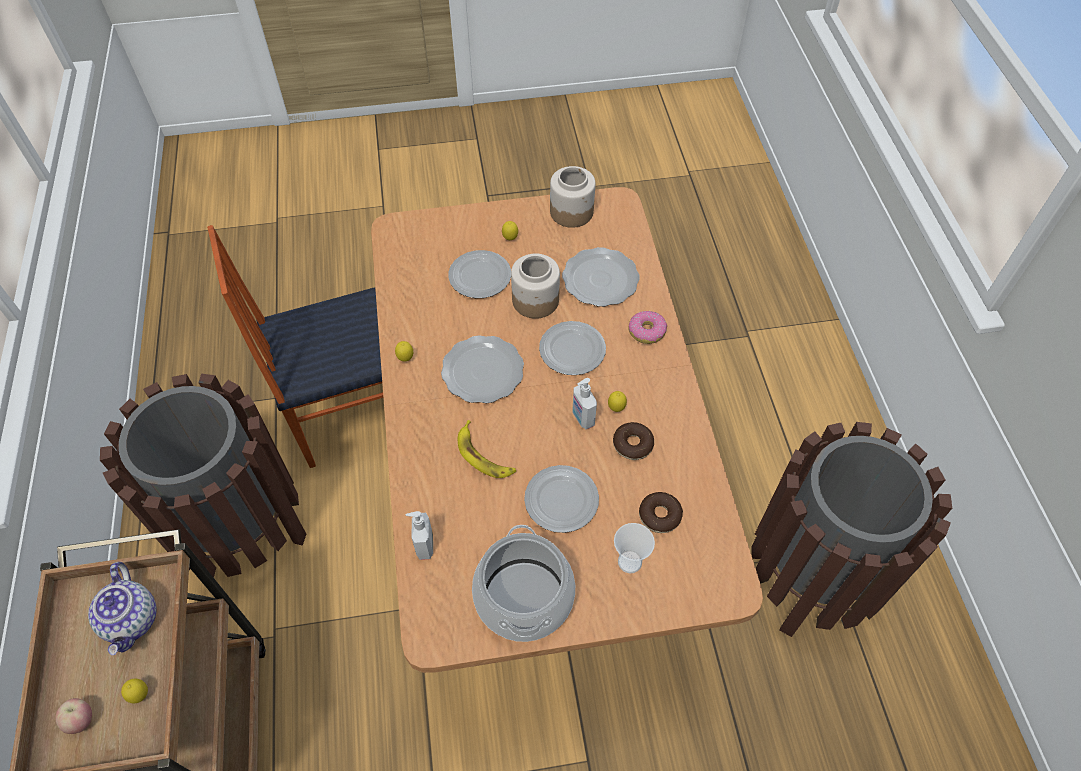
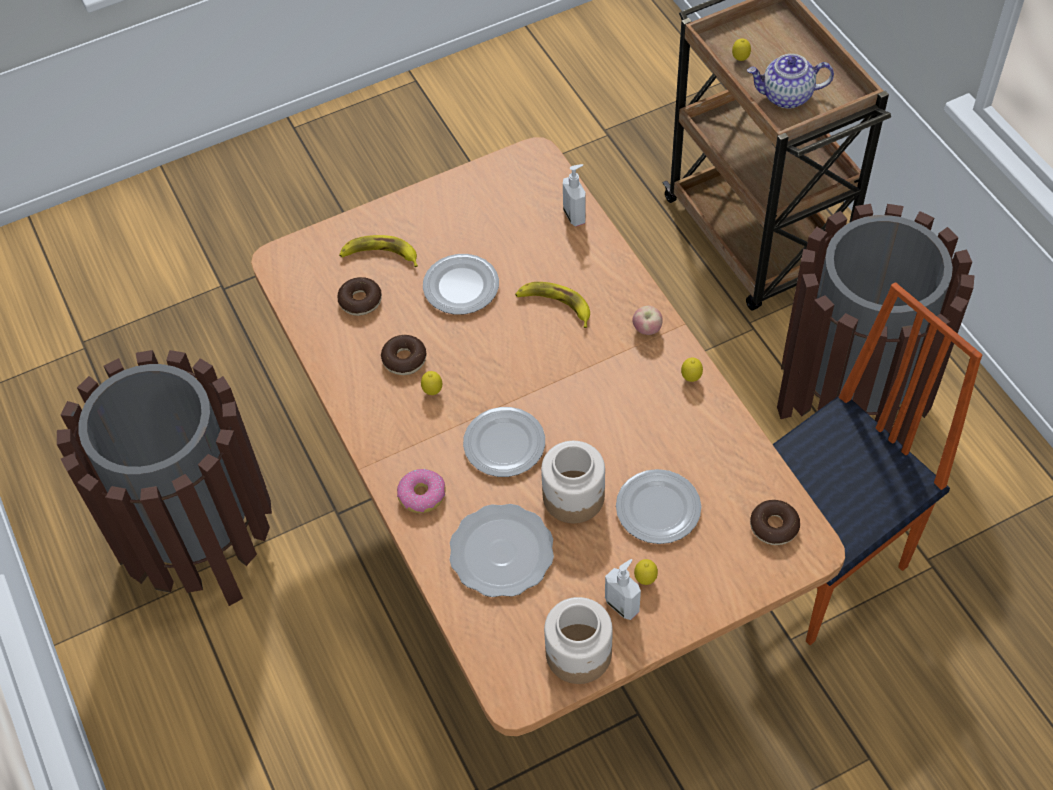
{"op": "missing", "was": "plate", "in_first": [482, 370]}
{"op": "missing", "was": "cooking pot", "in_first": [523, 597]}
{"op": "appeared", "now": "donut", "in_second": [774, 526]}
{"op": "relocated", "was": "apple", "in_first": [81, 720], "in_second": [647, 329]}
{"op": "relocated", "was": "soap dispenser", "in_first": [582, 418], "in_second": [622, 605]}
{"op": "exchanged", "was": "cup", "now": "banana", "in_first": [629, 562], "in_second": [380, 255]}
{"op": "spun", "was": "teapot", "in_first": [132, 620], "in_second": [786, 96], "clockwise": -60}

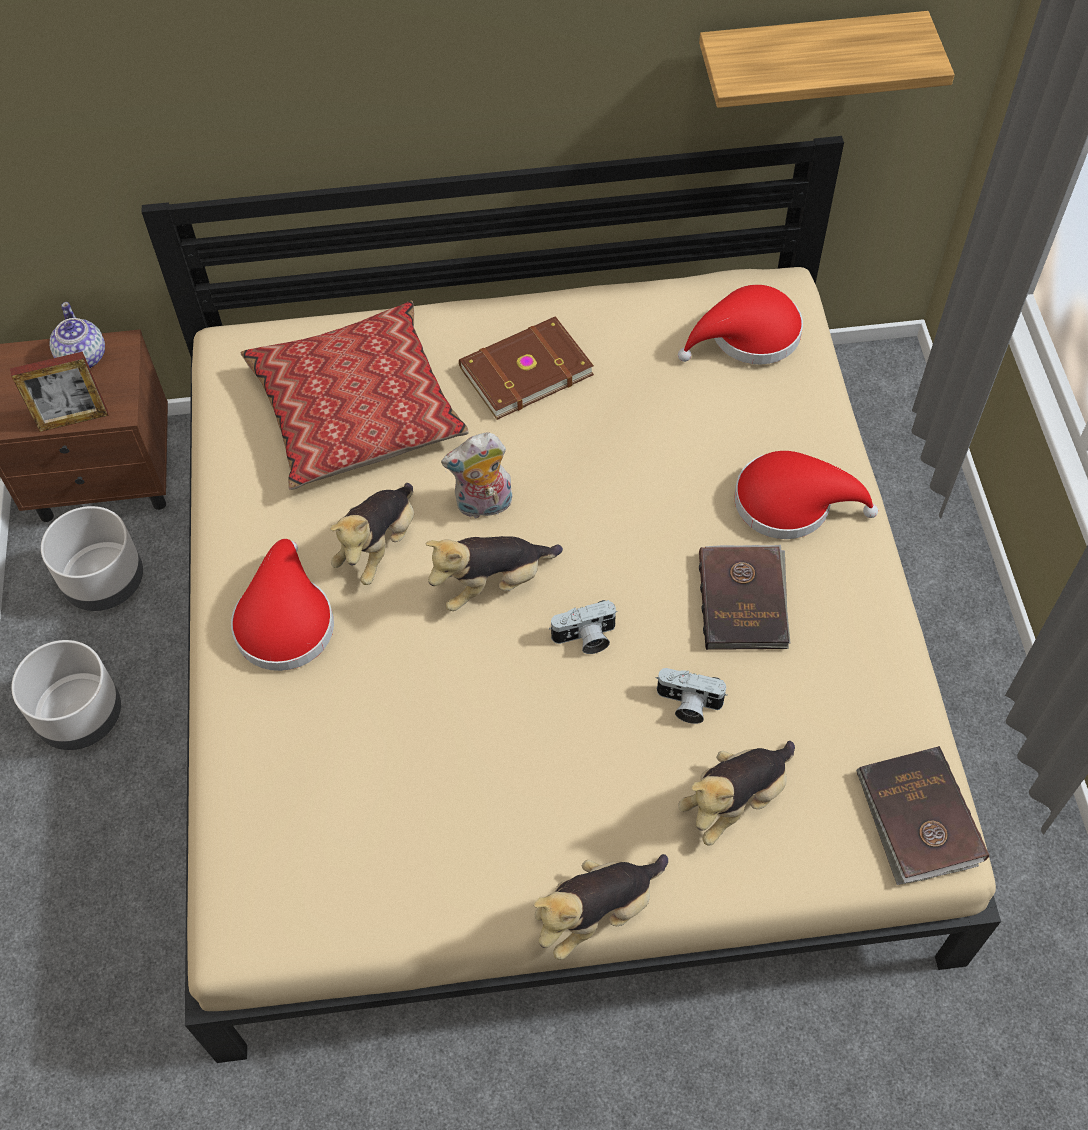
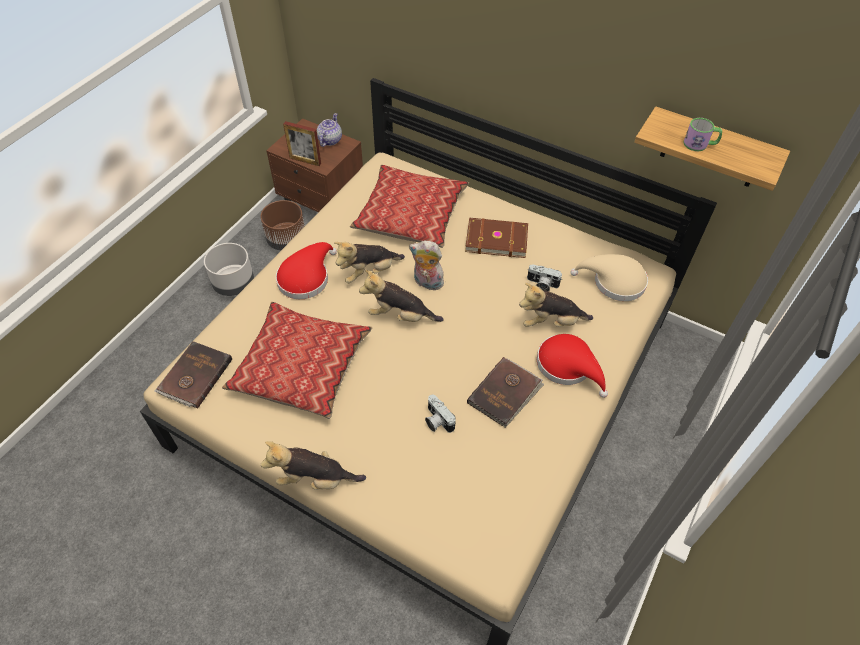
{"op": "appeared", "now": "pillow", "in_second": [302, 366]}
{"op": "appeared", "now": "mug", "in_second": [700, 144]}
{"op": "relocated", "was": "photo camera", "in_first": [585, 638], "in_second": [541, 285]}
{"op": "relocated", "was": "plush toy", "in_first": [735, 800], "in_second": [551, 322]}
{"op": "relocated", "was": "book/brown", "in_first": [918, 818], "in_second": [194, 376]}
{"op": "colour", "was": "planter/grey", "now": "planter/brown", "in_first": [104, 581], "in_second": [287, 240]}
{"op": "colour", "was": "hat/red", "now": "hat/beige", "in_first": [748, 336], "in_second": [614, 282]}

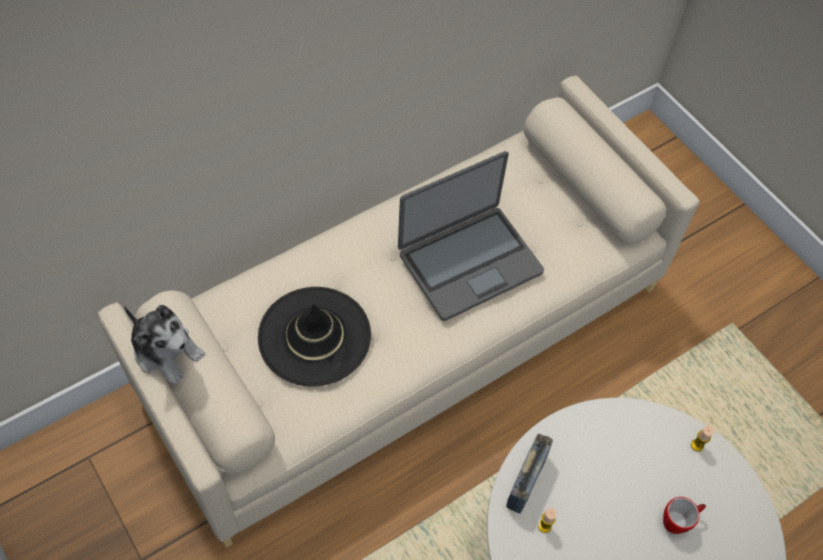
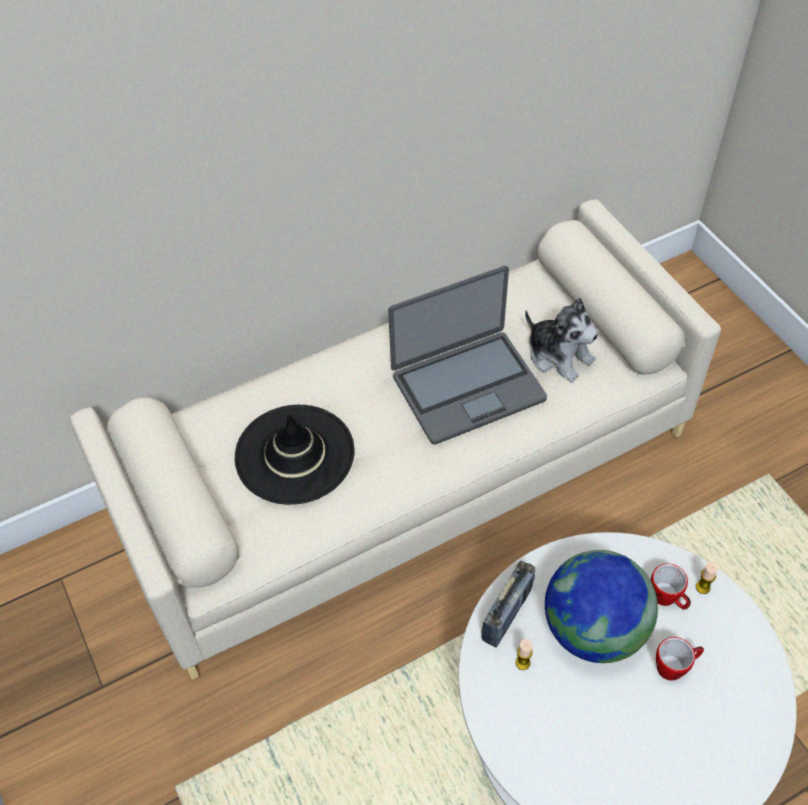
{"op": "appeared", "now": "globe", "in_second": [593, 629]}
{"op": "appeared", "now": "mug", "in_second": [668, 599]}
{"op": "relocated", "was": "plush toy", "in_first": [167, 351], "in_second": [559, 355]}

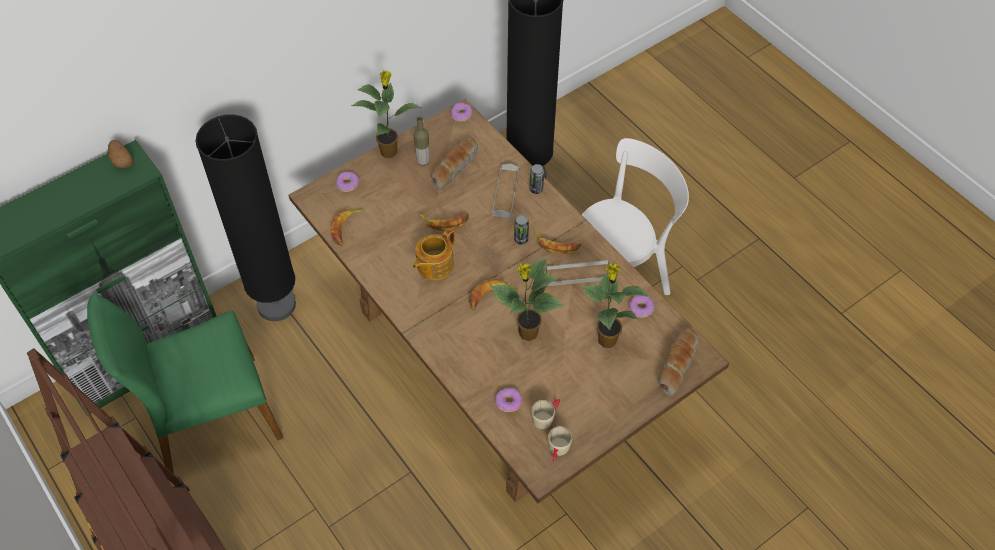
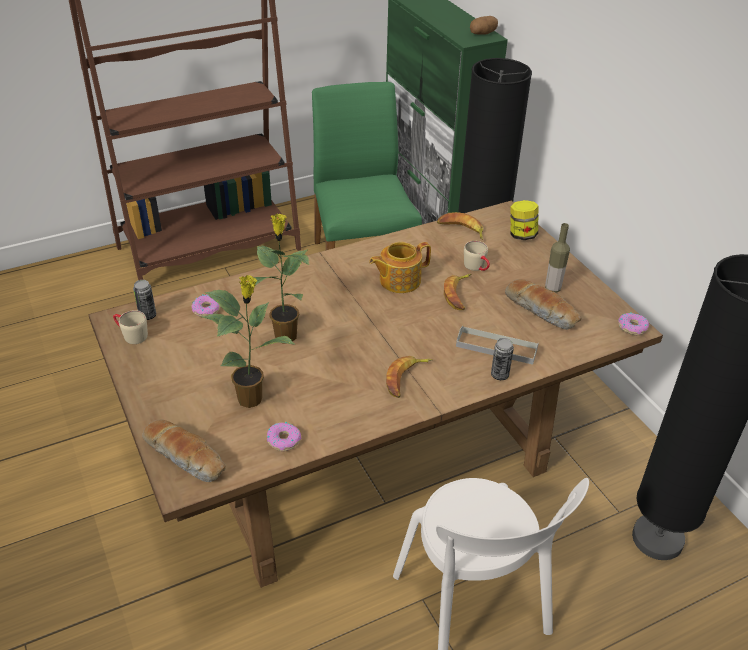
{"op": "missing", "was": "potted plant", "in_first": [389, 151]}
{"op": "missing", "was": "banana", "in_first": [490, 296]}
{"op": "missing", "was": "tray/grey", "in_first": [578, 274]}
{"op": "relocated", "was": "can", "in_first": [521, 239], "in_second": [147, 315]}
{"op": "relocated", "was": "mug/beige", "in_first": [546, 416], "in_second": [477, 267]}
{"op": "exchanged", "was": "donut", "now": "jar", "in_first": [347, 184], "in_second": [522, 235]}
{"op": "spun", "was": "teapot", "in_first": [434, 265], "in_second": [398, 280], "clockwise": -75}

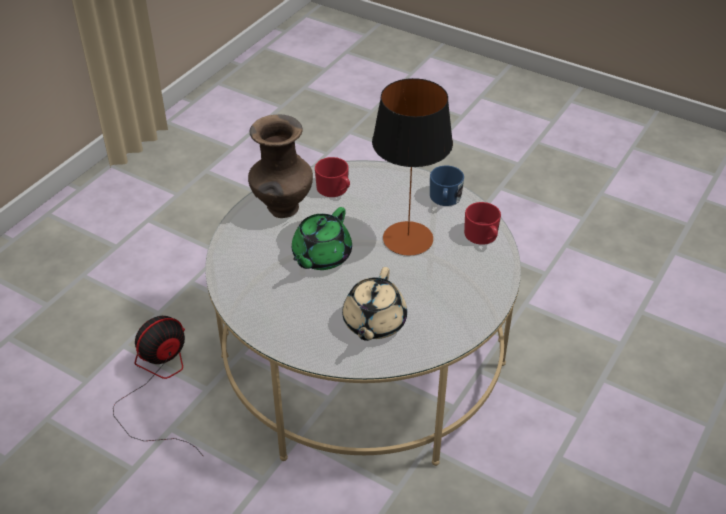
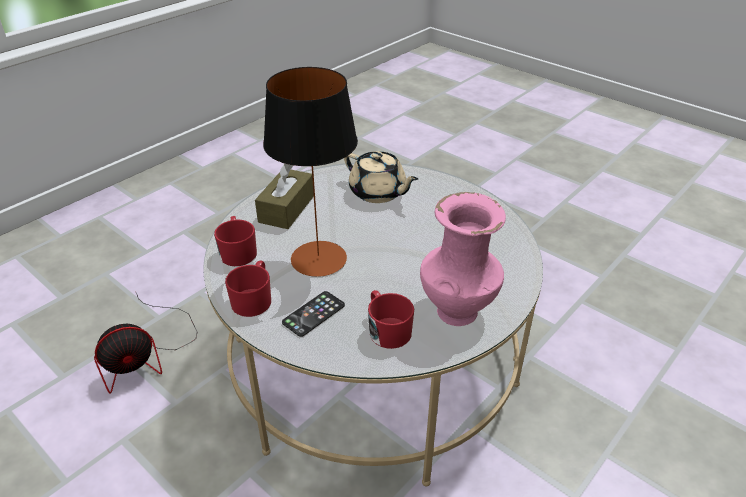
{"op": "missing", "was": "teapot/green", "in_first": [321, 256]}
{"op": "appeared", "now": "tissue box/brown", "in_second": [286, 209]}
{"op": "appeared", "now": "phone", "in_second": [313, 314]}
{"op": "relocated", "was": "fan", "in_first": [159, 385], "in_second": [147, 354]}
{"op": "colour", "was": "vase/brown", "now": "vase/pink", "in_first": [282, 209], "in_second": [457, 310]}
{"op": "colour", "was": "mug/blue", "now": "mug/red", "in_first": [445, 199], "in_second": [253, 299]}
{"op": "spun", "was": "teapot/beige", "in_first": [373, 323], "in_second": [378, 193], "clockwise": 105}

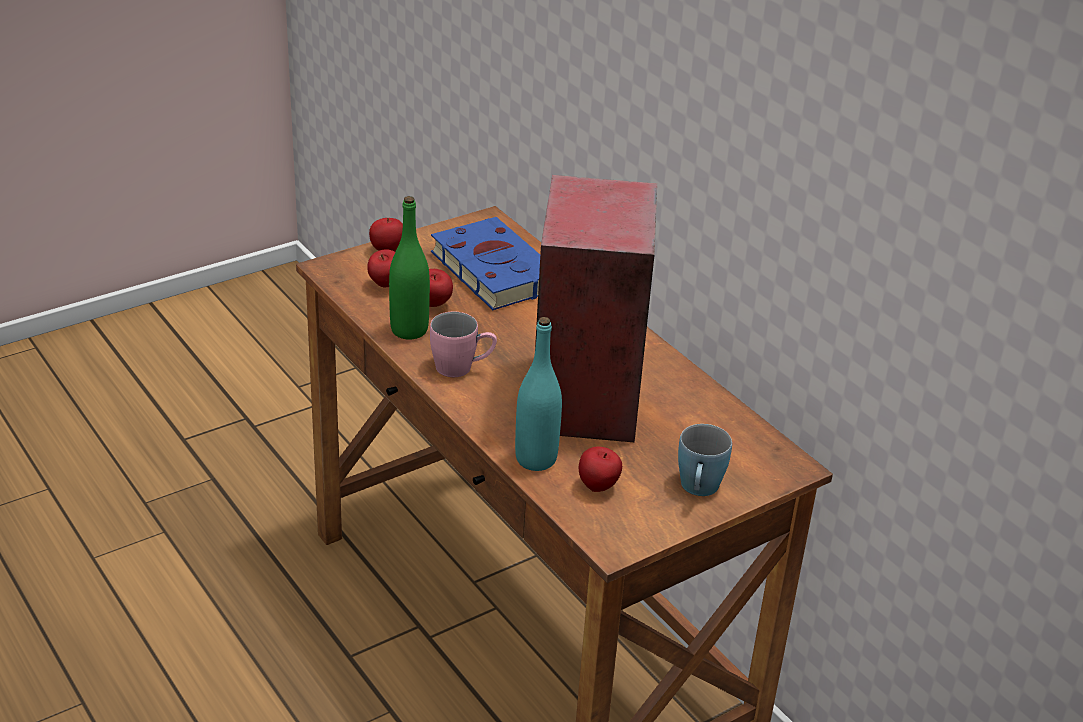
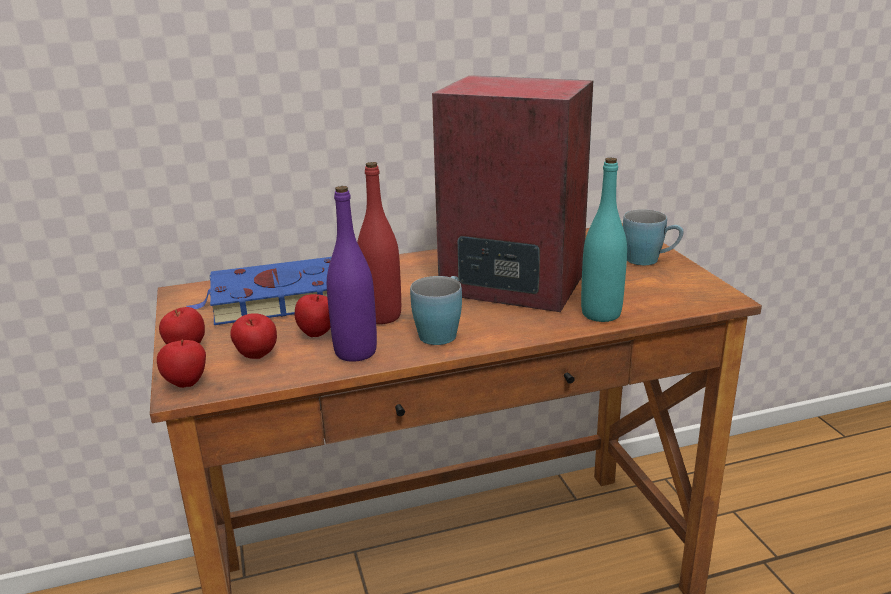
{"op": "appeared", "now": "bottle/red", "in_second": [381, 316]}
{"op": "relocated", "was": "apple", "in_first": [598, 487], "in_second": [186, 384]}
{"op": "colour", "was": "bottle/green", "now": "bottle/purple", "in_first": [409, 330], "in_second": [355, 352]}
{"op": "colour", "was": "mug/pink", "now": "mug/blue", "in_first": [462, 368], "in_second": [442, 331]}

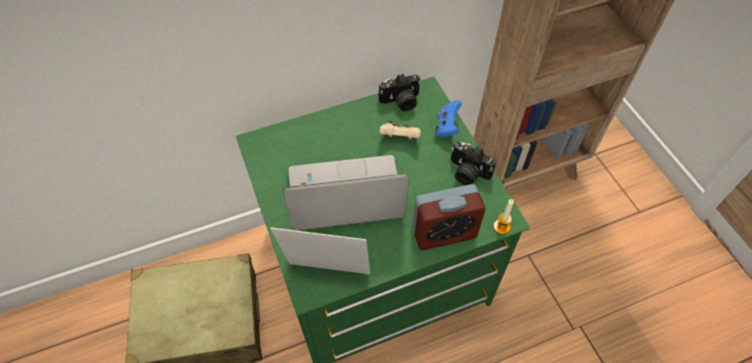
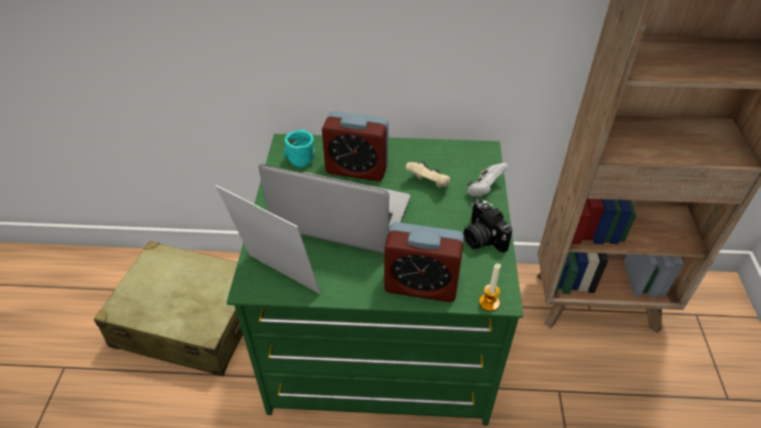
{"op": "missing", "was": "photo camera", "in_first": [401, 102]}
{"op": "appeared", "now": "mug/turquoise", "in_second": [300, 155]}
{"op": "appeared", "now": "alarm clock", "in_second": [356, 169]}
{"op": "colour", "was": "game controller/blue", "now": "game controller/white", "in_first": [446, 127], "in_second": [484, 190]}

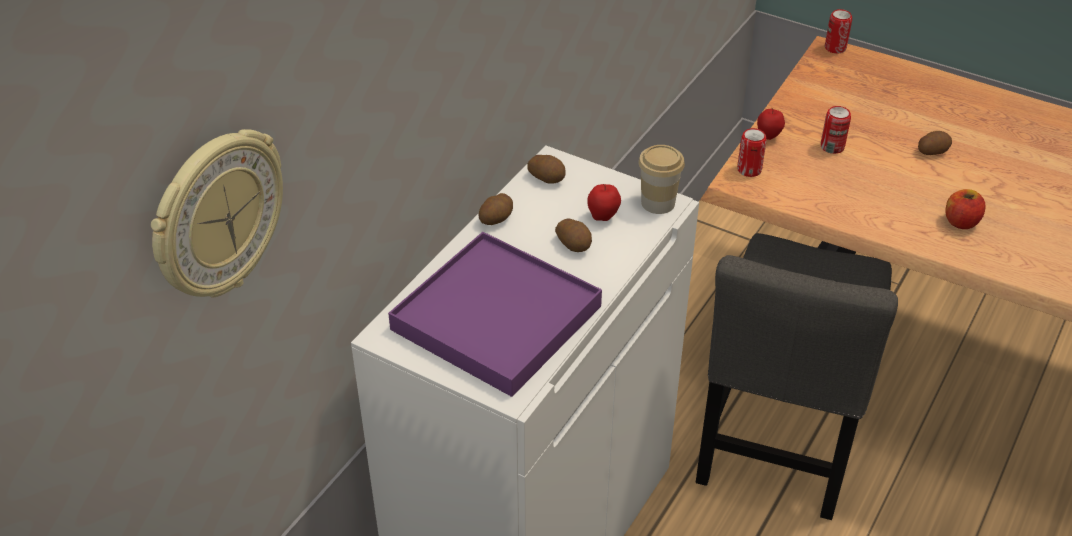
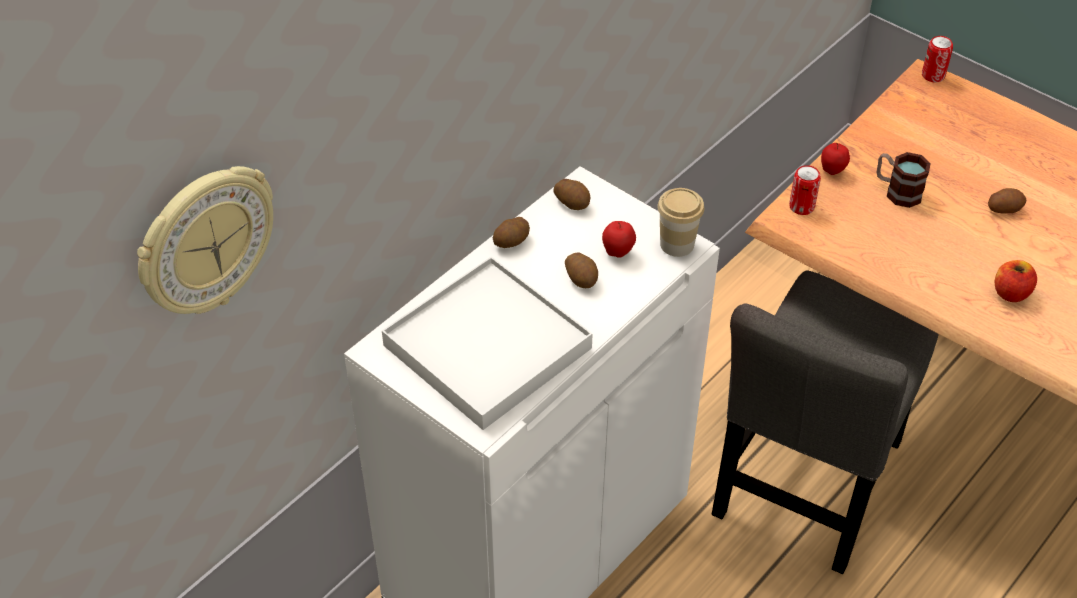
{"op": "exchanged", "was": "can", "now": "mug", "in_first": [832, 147], "in_second": [897, 191]}
{"op": "colour", "was": "tray/purple", "now": "tray/white", "in_first": [497, 318], "in_second": [488, 347]}

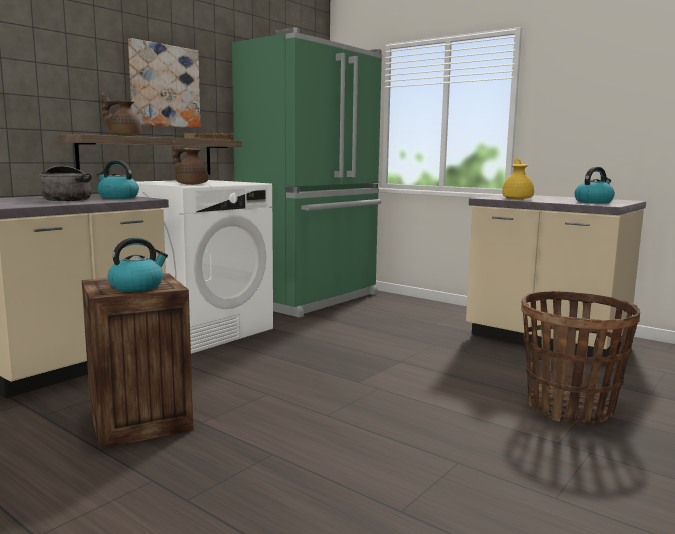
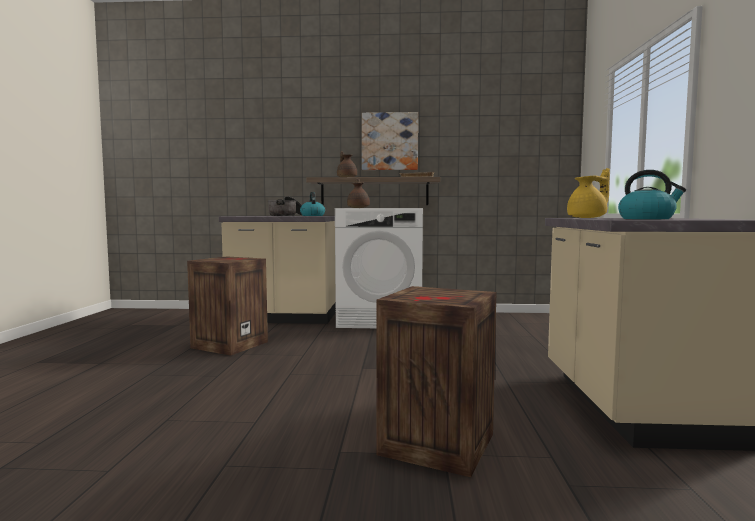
{"op": "missing", "was": "kettle", "in_first": [137, 287]}
{"op": "missing", "was": "fridge/green", "in_first": [312, 299]}
{"op": "exchanged", "was": "basket", "now": "crate", "in_first": [570, 407], "in_second": [438, 445]}

